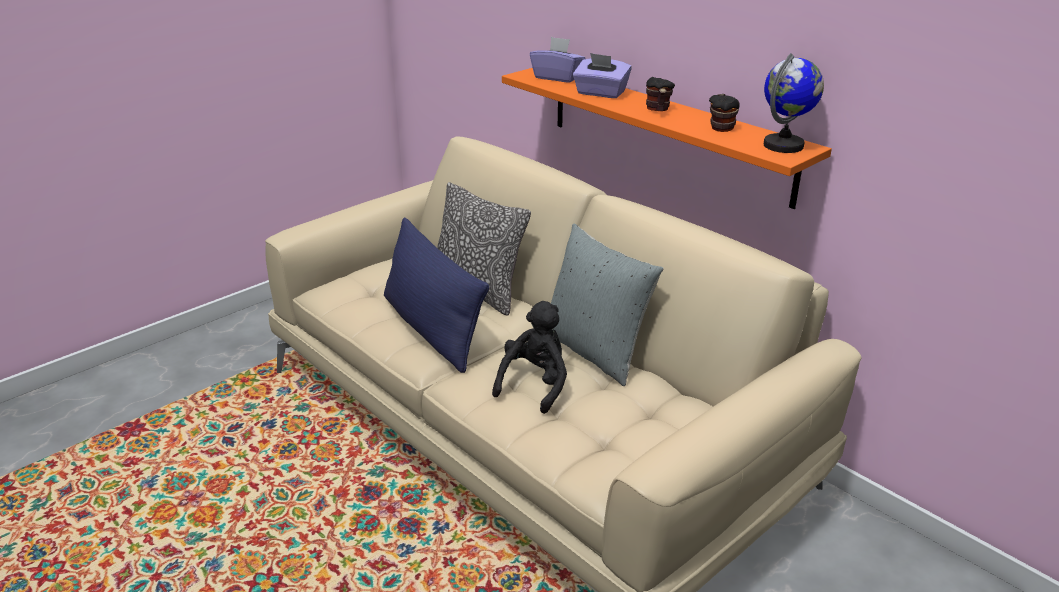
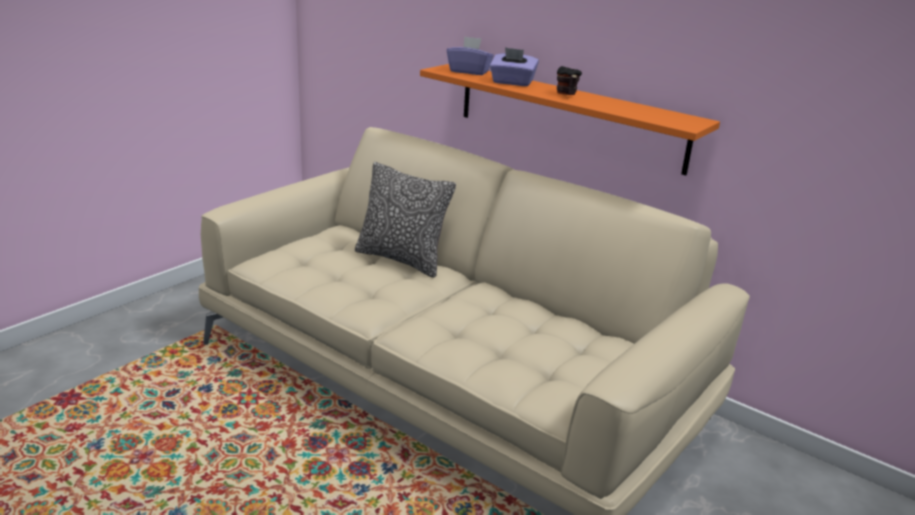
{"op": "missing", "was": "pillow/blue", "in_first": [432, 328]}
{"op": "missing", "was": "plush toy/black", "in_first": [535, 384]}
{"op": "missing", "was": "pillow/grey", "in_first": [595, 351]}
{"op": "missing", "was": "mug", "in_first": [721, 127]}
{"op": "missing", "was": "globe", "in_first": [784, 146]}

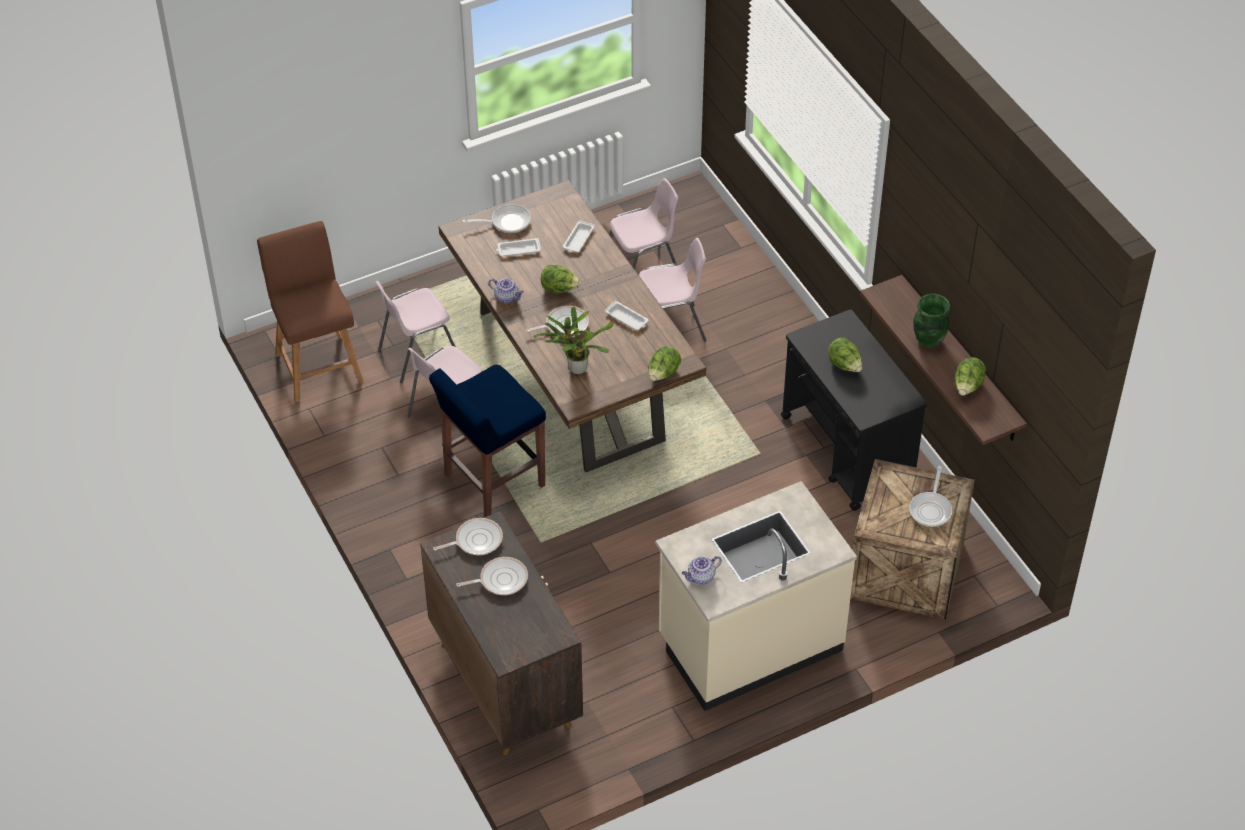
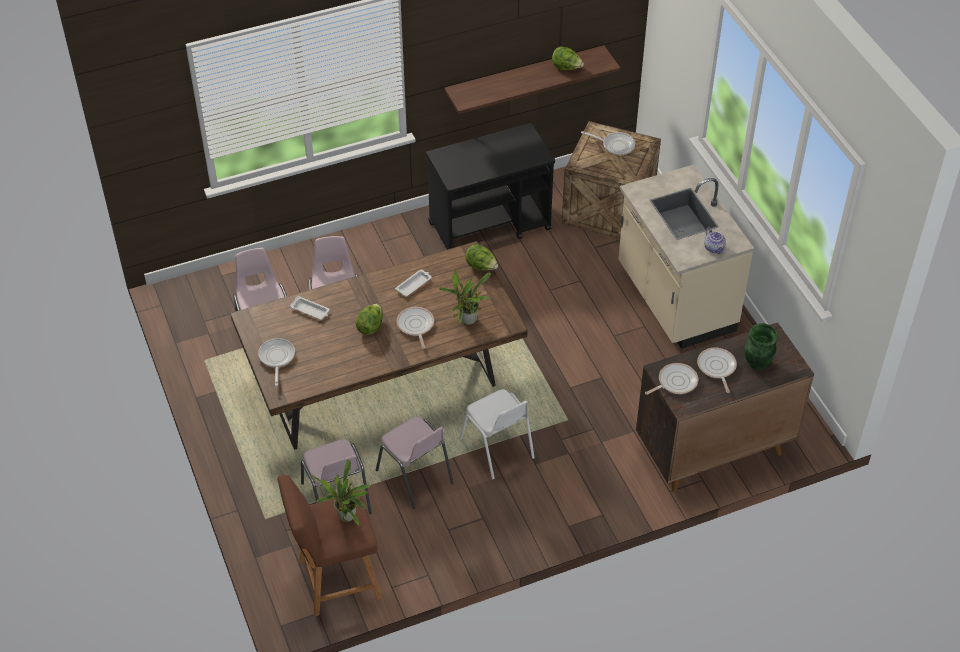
{"op": "missing", "was": "teapot", "in_first": [507, 297]}
{"op": "missing", "was": "tray/white", "in_first": [518, 250]}
{"op": "missing", "was": "lettuce", "in_first": [845, 365]}
{"op": "appeared", "now": "potted plant", "in_second": [347, 518]}
{"op": "relocated", "was": "vase/green", "in_first": [928, 340], "in_second": [757, 363]}
{"op": "exchanged", "was": "stool/blue", "now": "chair/white", "in_first": [493, 481], "in_second": [497, 449]}
{"op": "spun", "was": "frying pan", "in_first": [476, 540], "in_second": [675, 382], "clockwise": 75}

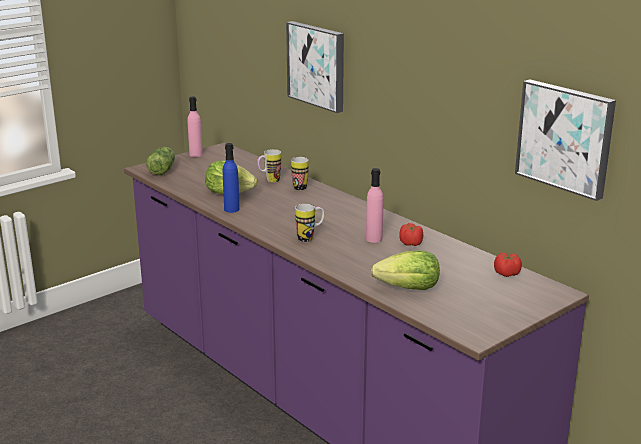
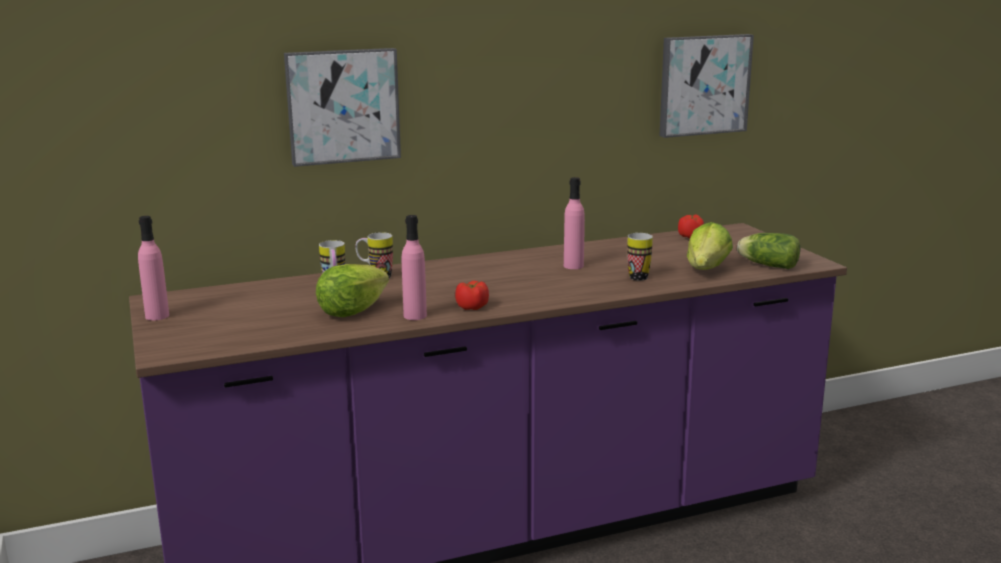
{"op": "relocated", "was": "lettuce", "in_first": [163, 170], "in_second": [766, 265]}
{"op": "relocated", "was": "mug", "in_first": [310, 238], "in_second": [637, 275]}
{"op": "relocated", "was": "tomato", "in_first": [411, 243], "in_second": [472, 307]}
{"op": "colour", "was": "bottle/blue", "now": "bottle/pink", "in_first": [231, 209], "in_second": [415, 316]}

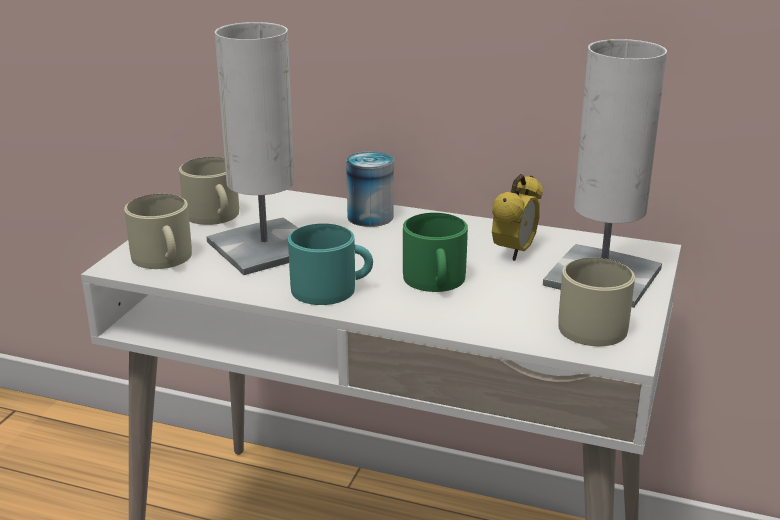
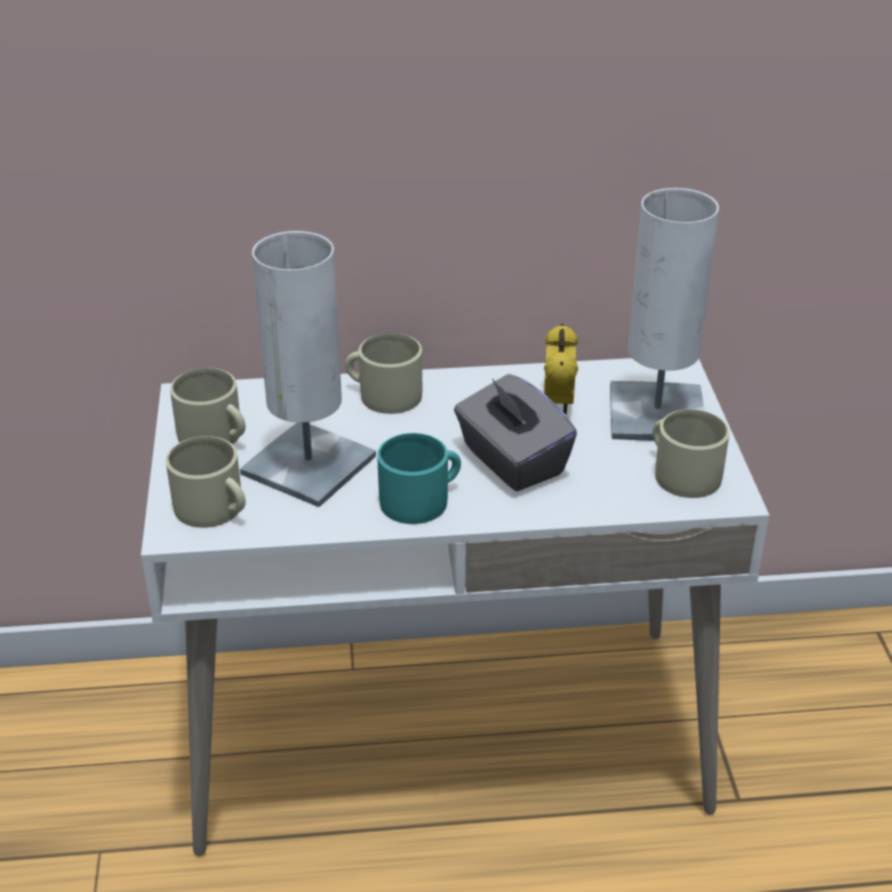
{"op": "exchanged", "was": "can", "now": "mug/beige", "in_first": [370, 217], "in_second": [383, 394]}
{"op": "exchanged", "was": "mug/green", "now": "tissue box/grey", "in_first": [435, 281], "in_second": [511, 461]}

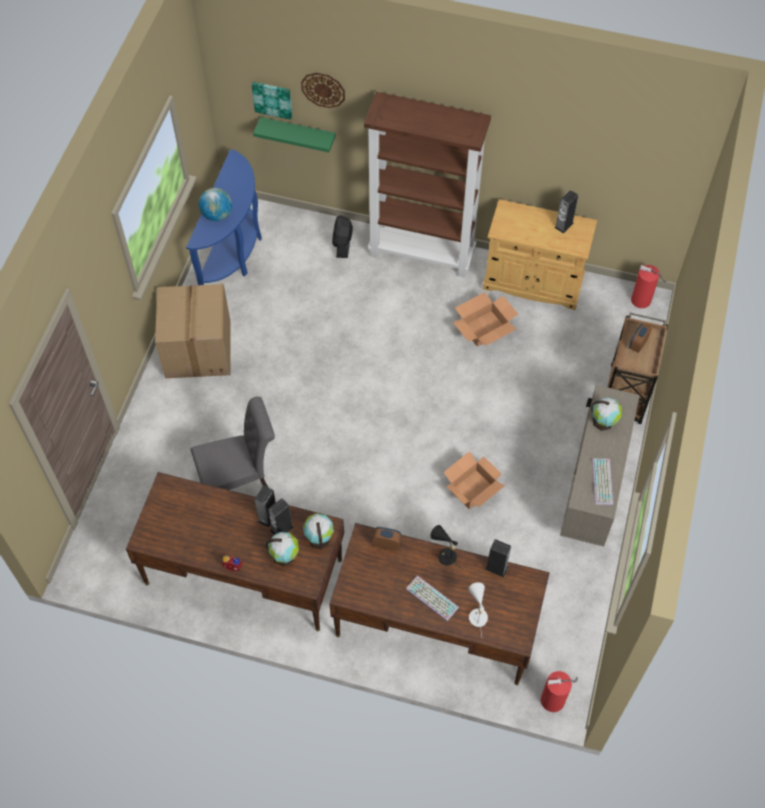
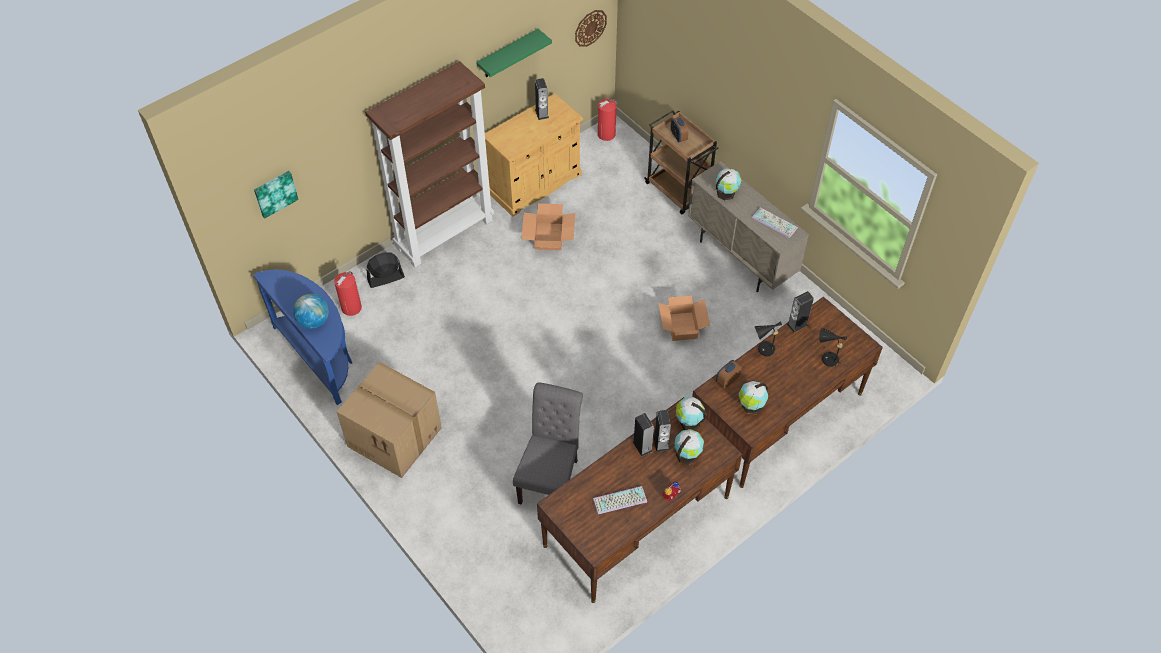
{"op": "appeared", "now": "globe", "in_second": [751, 406]}
{"op": "relocated", "was": "shelf/green", "in_first": [298, 133], "in_second": [508, 54]}
{"op": "relocated", "was": "wall clock", "in_first": [323, 89], "in_second": [590, 28]}
{"op": "relocated", "was": "keyboard", "in_first": [430, 598], "in_second": [619, 501]}
{"op": "relocated", "was": "fire extinguisher", "in_first": [554, 700], "in_second": [352, 306]}
{"op": "colour", "was": "table lamp/white", "now": "table lamp/black", "in_first": [476, 615], "in_second": [827, 359]}
{"op": "spun", "was": "fan/black", "in_first": [342, 244], "in_second": [385, 278], "clockwise": 120}

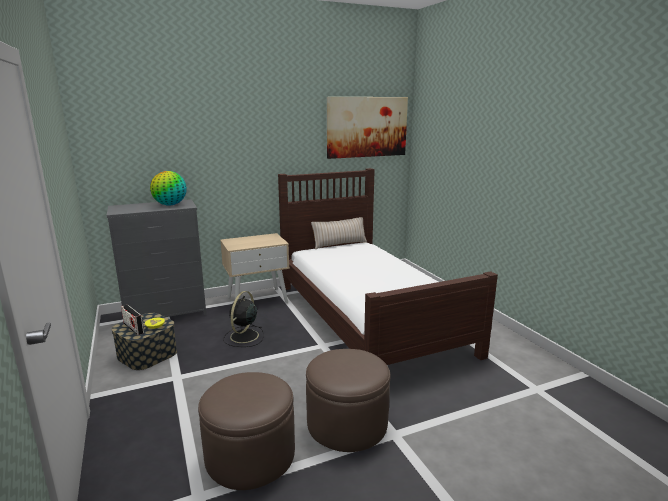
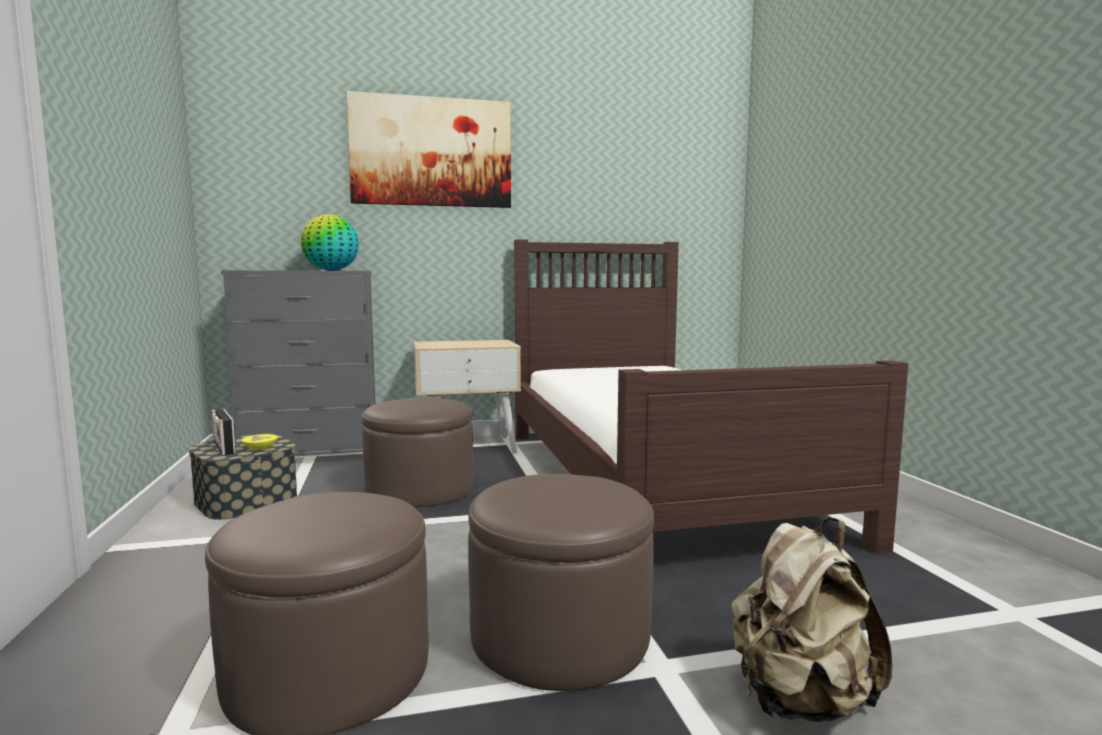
{"op": "missing", "was": "pillow/beige", "in_first": [339, 244]}
{"op": "appeared", "now": "backpack/beige", "in_second": [799, 701]}
{"op": "relocated", "was": "picture", "in_first": [367, 127], "in_second": [431, 152]}
{"op": "exchanged", "was": "fan/black", "now": "ottoman/brown", "in_first": [243, 337], "in_second": [420, 489]}

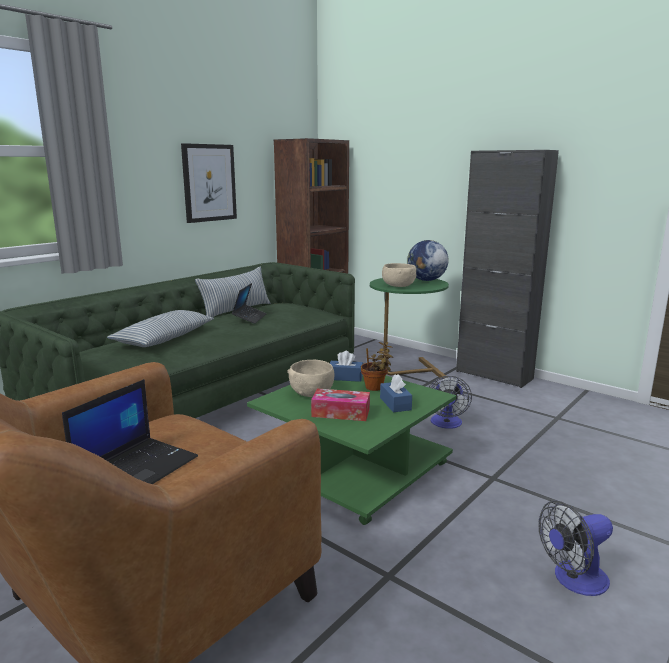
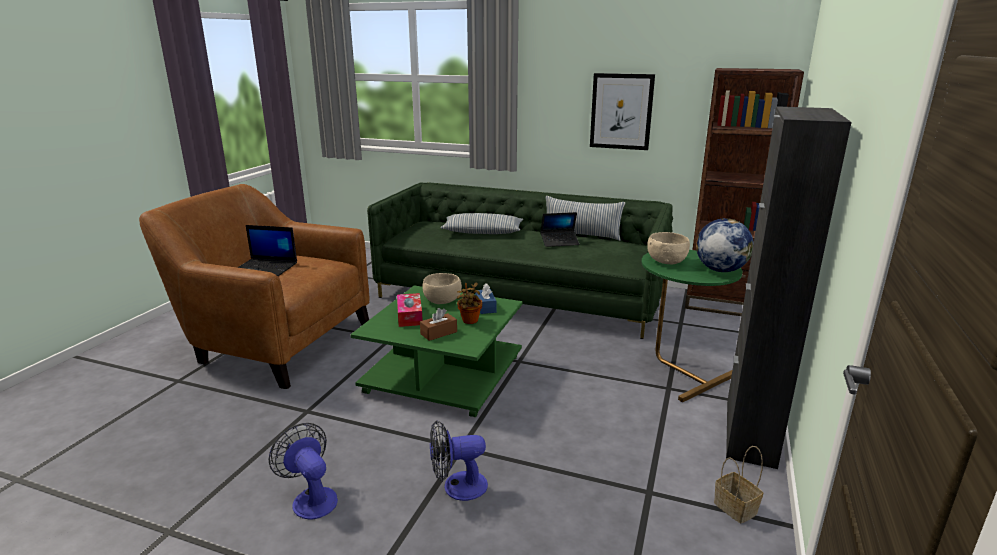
{"op": "appeared", "now": "basket", "in_second": [733, 507]}
{"op": "relocated", "was": "fan", "in_first": [446, 424], "in_second": [457, 487]}
{"op": "colour", "was": "tissue box/blue", "now": "tissue box/brown", "in_first": [395, 404], "in_second": [438, 333]}

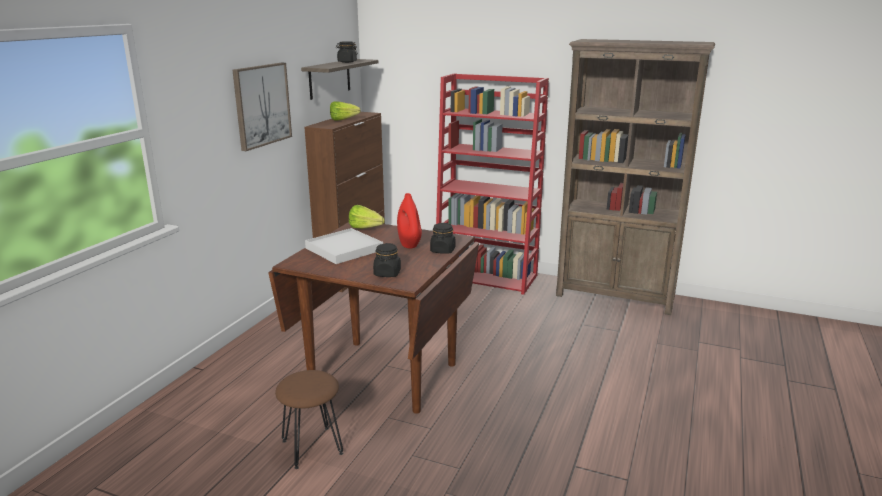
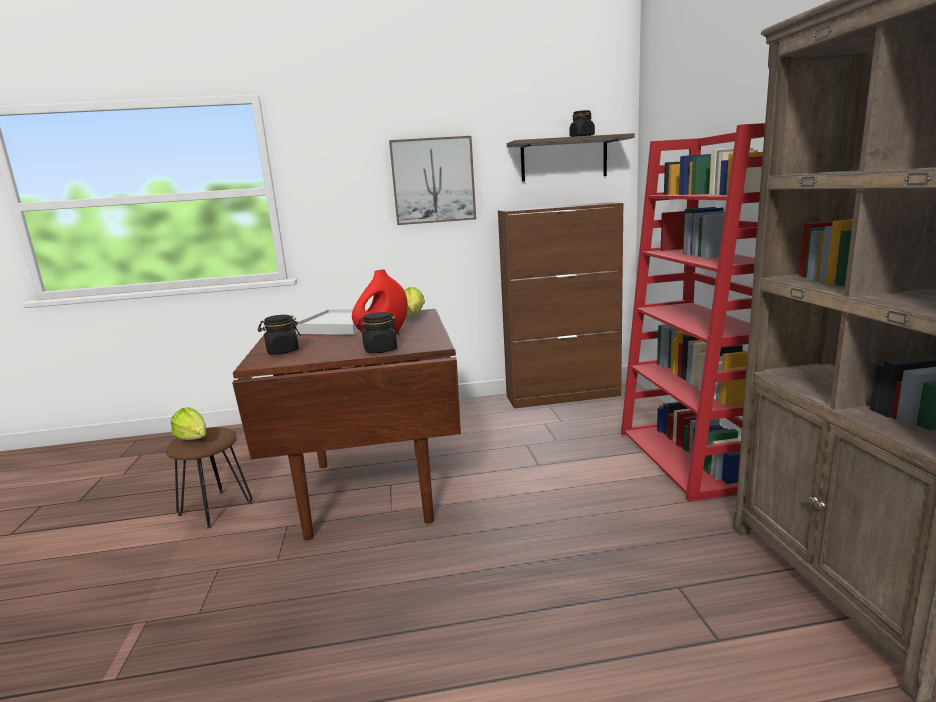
{"op": "relocated", "was": "lettuce", "in_first": [345, 120], "in_second": [194, 441]}

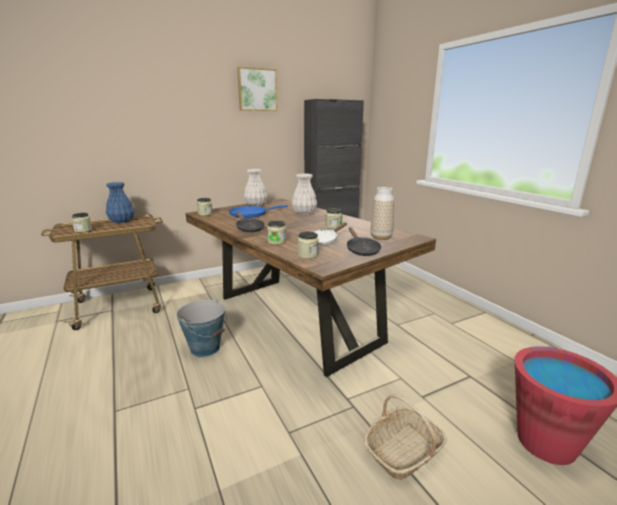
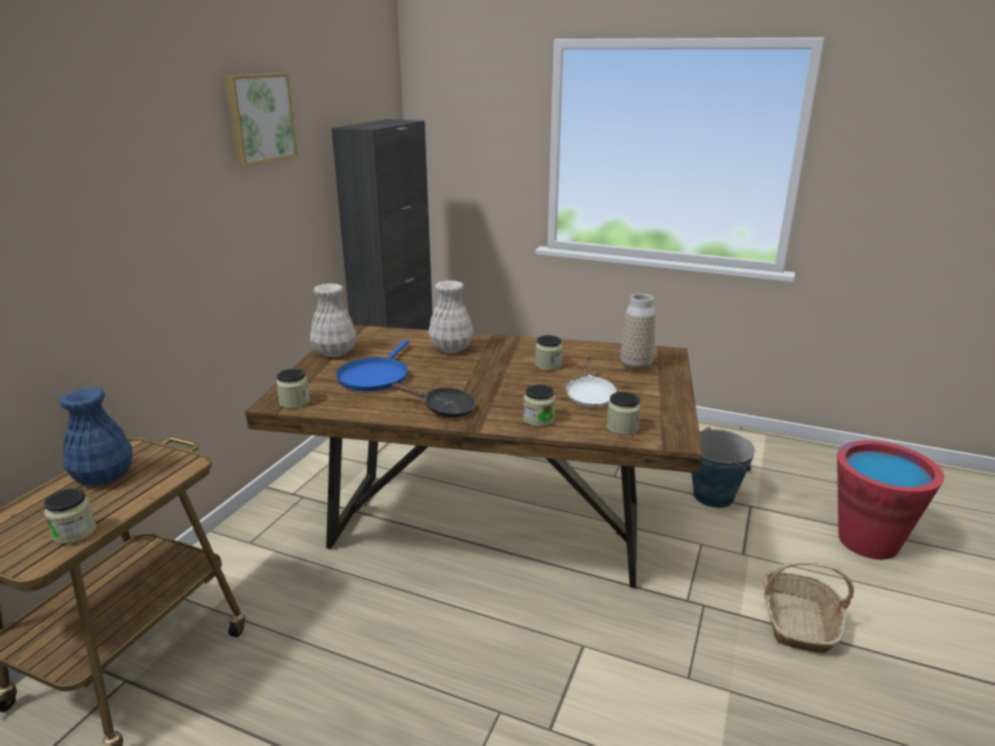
{"op": "missing", "was": "frying pan/black", "in_first": [361, 250]}
{"op": "relocated", "was": "bucket", "in_first": [205, 348], "in_second": [713, 496]}

